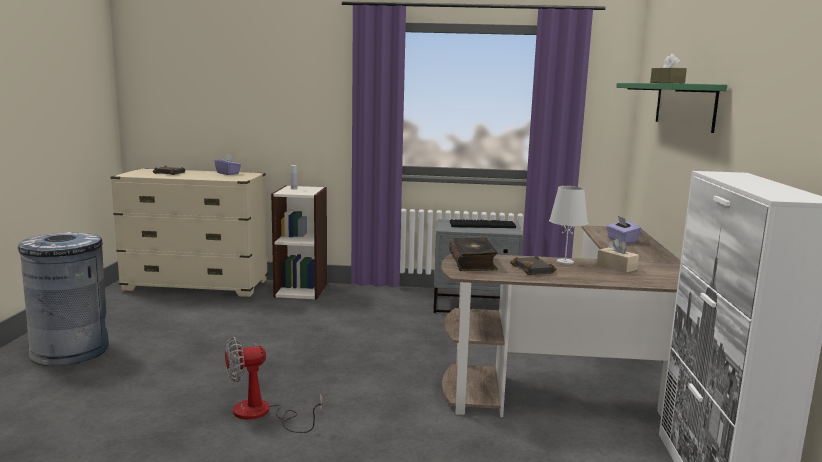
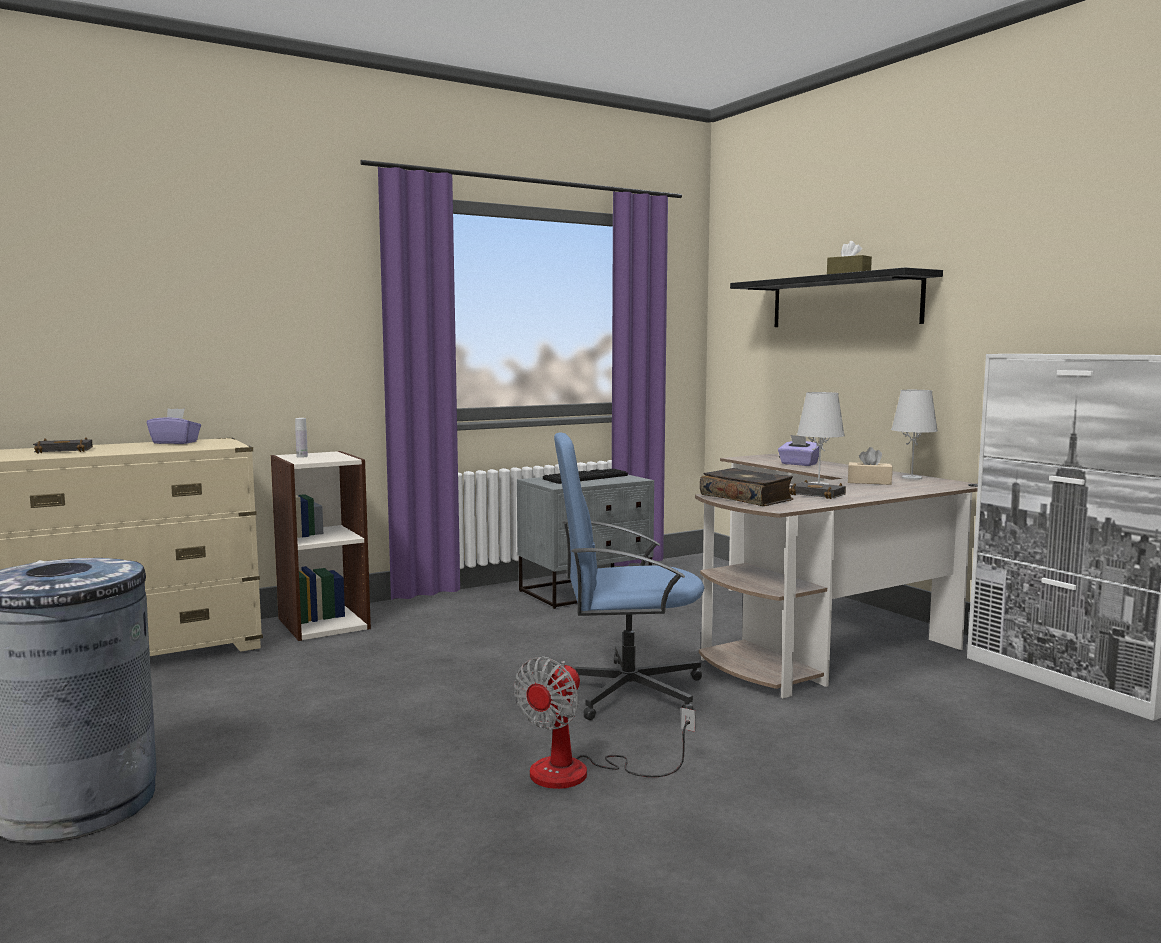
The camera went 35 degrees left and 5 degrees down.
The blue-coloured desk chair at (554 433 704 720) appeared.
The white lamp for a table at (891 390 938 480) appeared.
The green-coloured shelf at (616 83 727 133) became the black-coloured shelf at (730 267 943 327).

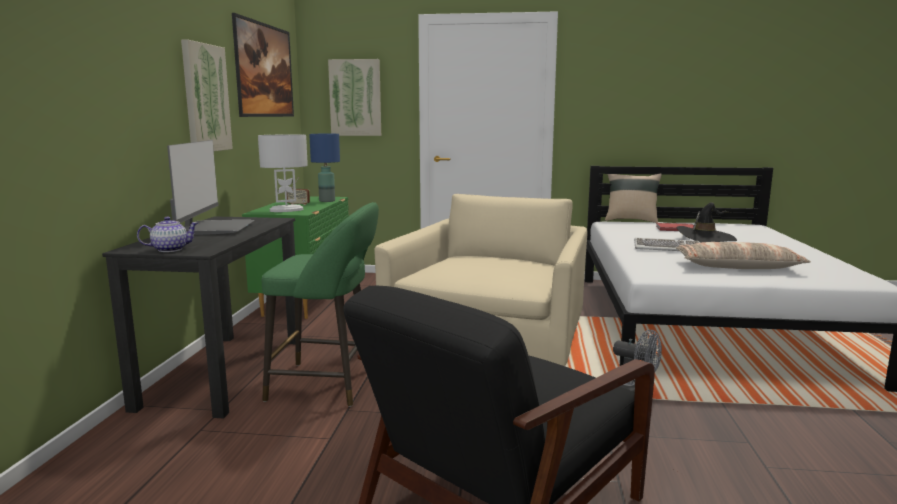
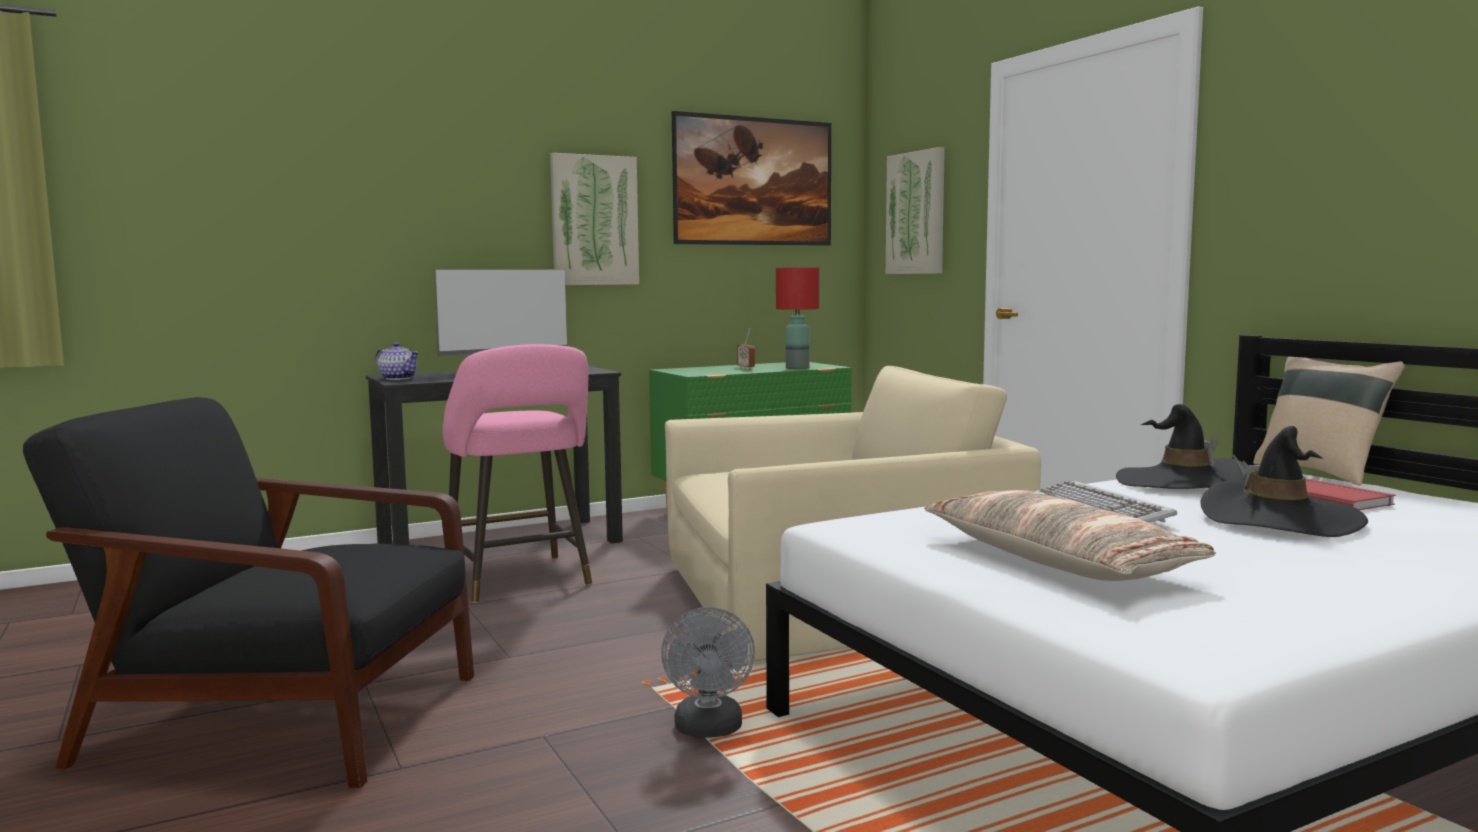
The camera went 55 degrees right and 5 degrees down.
The white lamp for a table at (258 134 307 212) disappeared.
The black-coloured hat at (1116 404 1249 489) appeared.
The green-coloured stool seat at (262 202 379 407) became the pinkish stool seat at (443 344 592 603).
The blue-coloured lamp for a table at (309 134 340 202) became the red-coloured lamp for a table at (776 267 819 369).

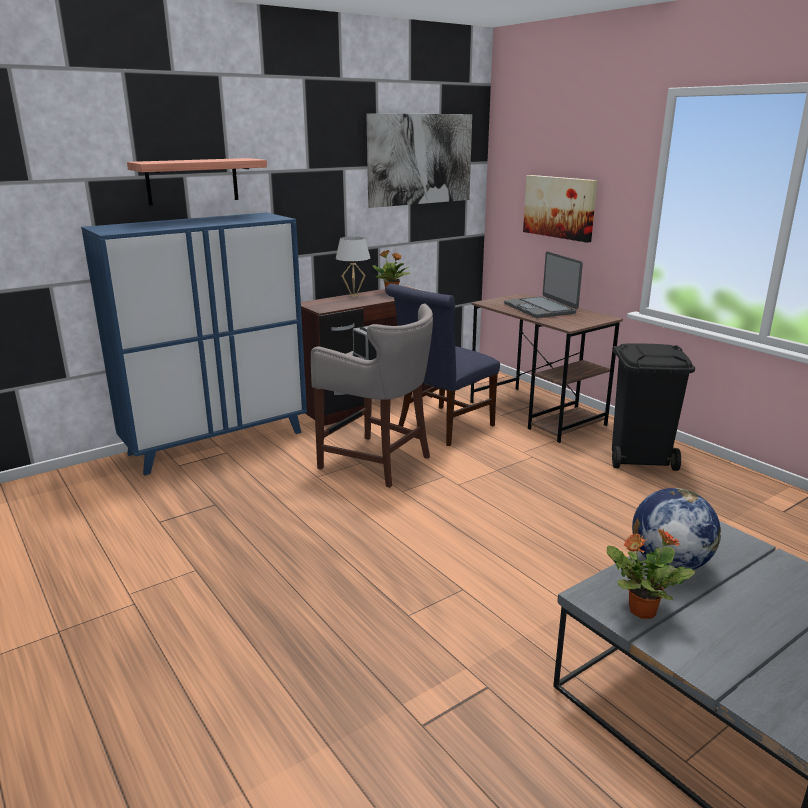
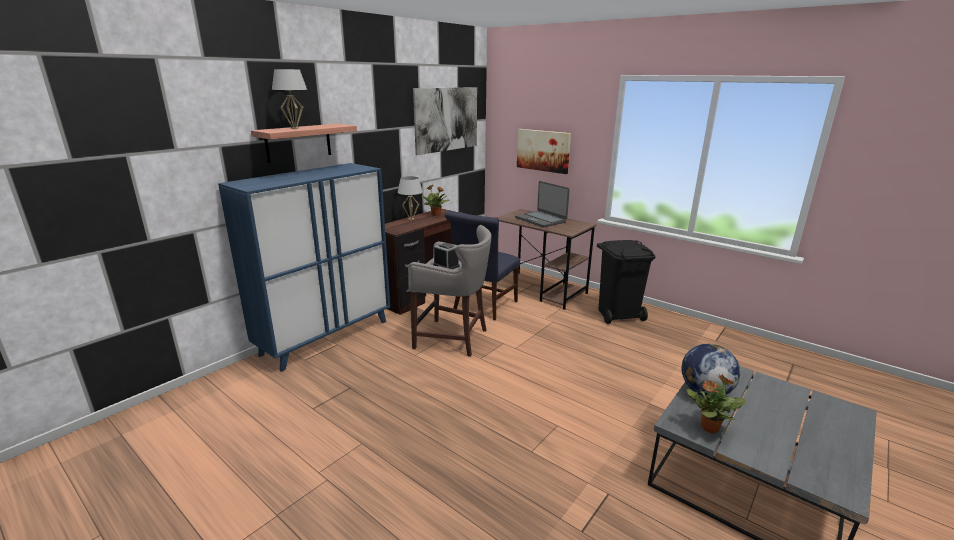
The camera went 15 degrees left and 0 degrees up.
The white lamp for a table at (272 69 307 129) appeared.

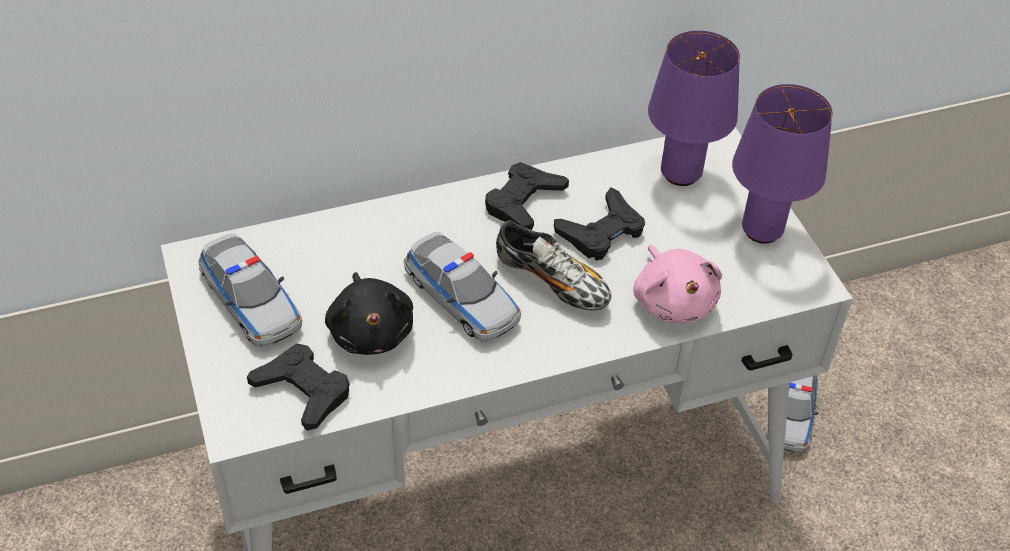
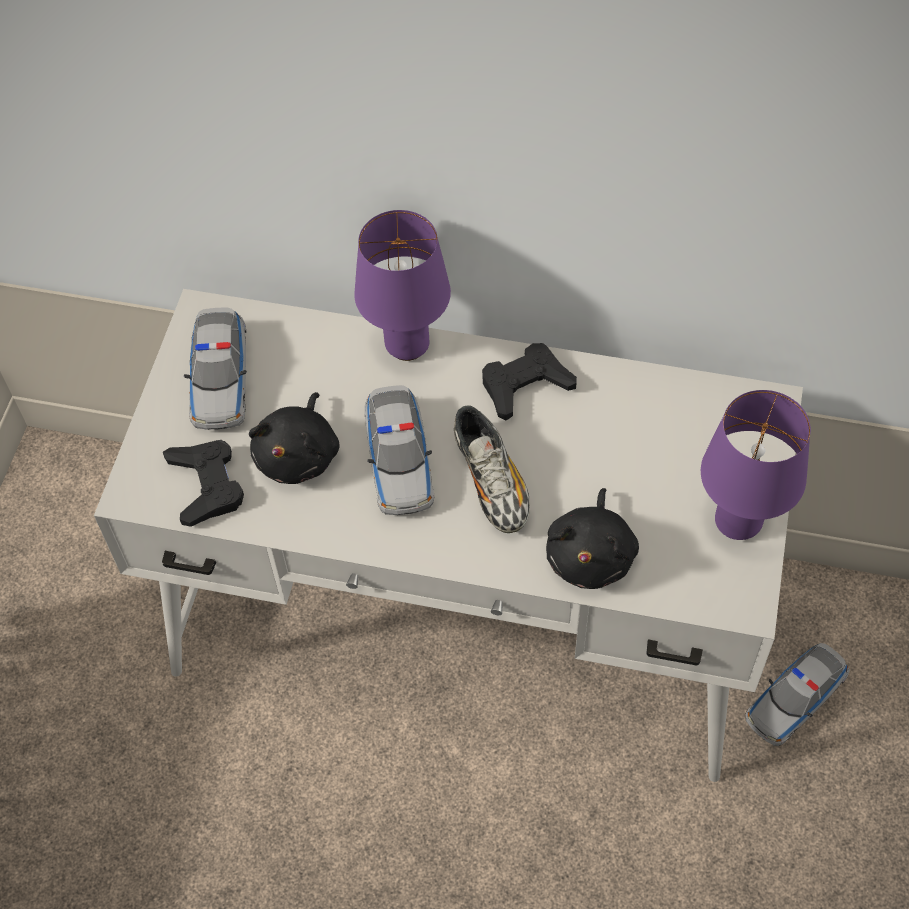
The camera went 35 degrees right and 10 degrees up.
The black-coloured gamepad at (554 187 645 260) disappeared.
The purplish lamp for a table moved from (648 31 740 186) to (354 210 451 361).
The pinkish plush toy at (633 245 722 323) became the black-coloured plush toy at (546 488 639 589).

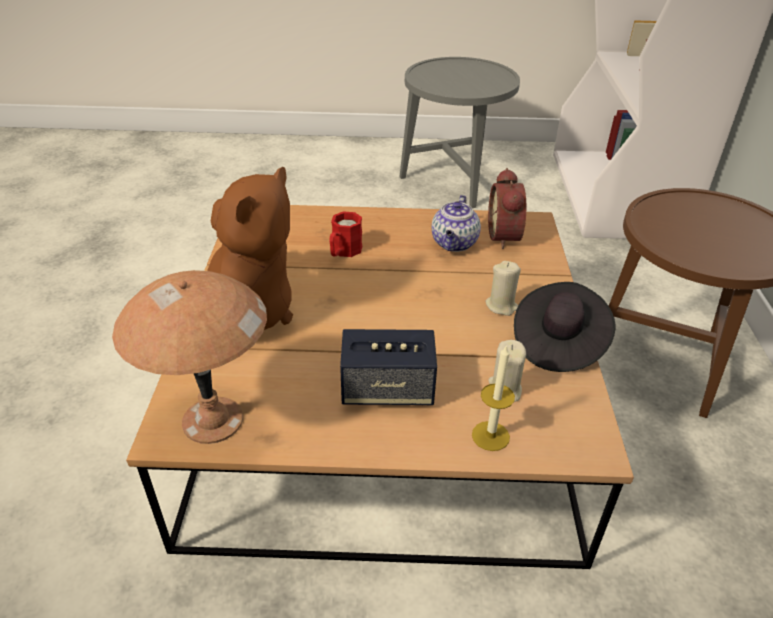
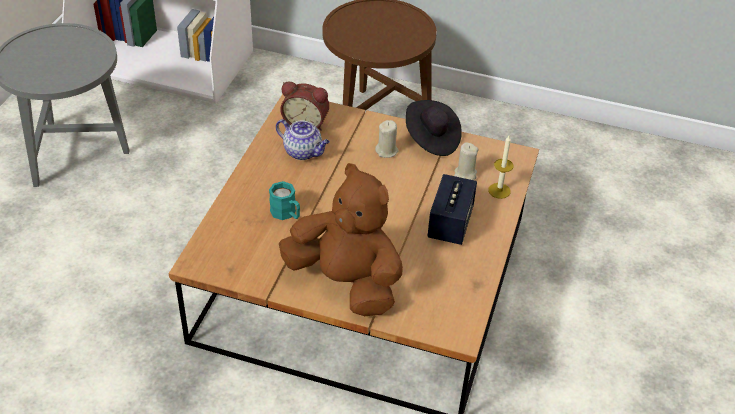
The camera went 75 degrees left and 5 degrees up.
The brown lamp for a table at (112 270 267 444) disappeared.
The red-coloured tea mug at (329 211 362 257) became the blue-green tea mug at (269 181 300 220).

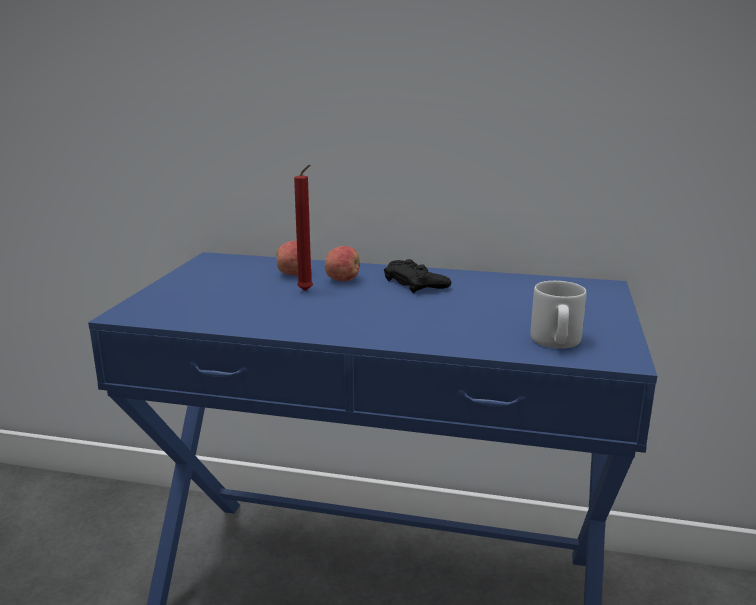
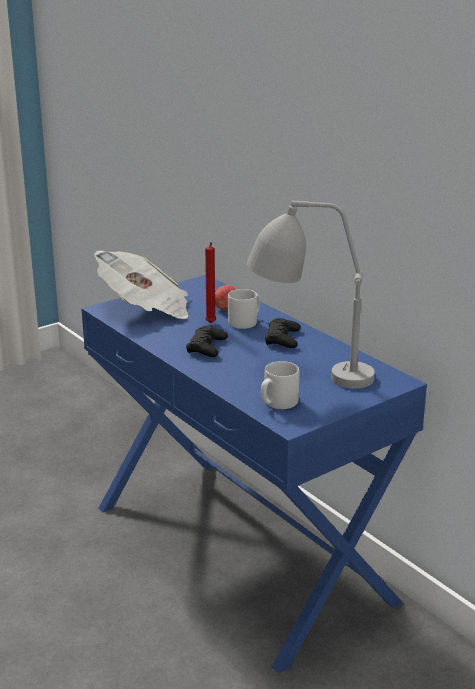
The camera went 40 degrees right and 5 degrees up.
The newspaper at (94 250 188 319) appeared.
The black-coloured gamepad at (186 326 228 357) appeared.
The grey lamp for a table at (247 200 375 388) appeared.
The apple at (325 246 360 281) was replaced by the grey tea mug at (228 289 260 329).

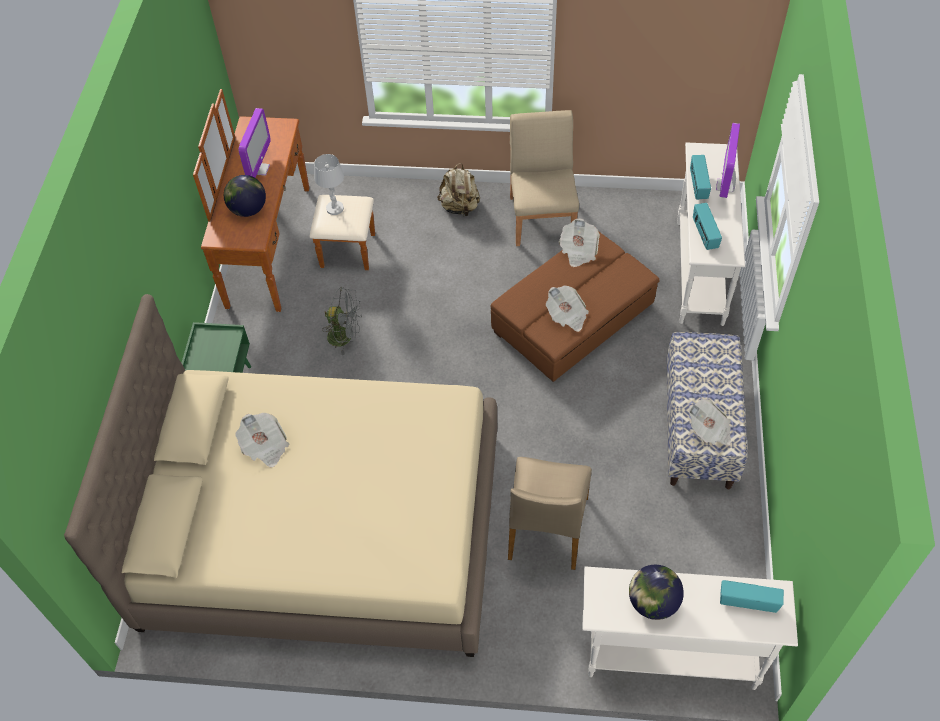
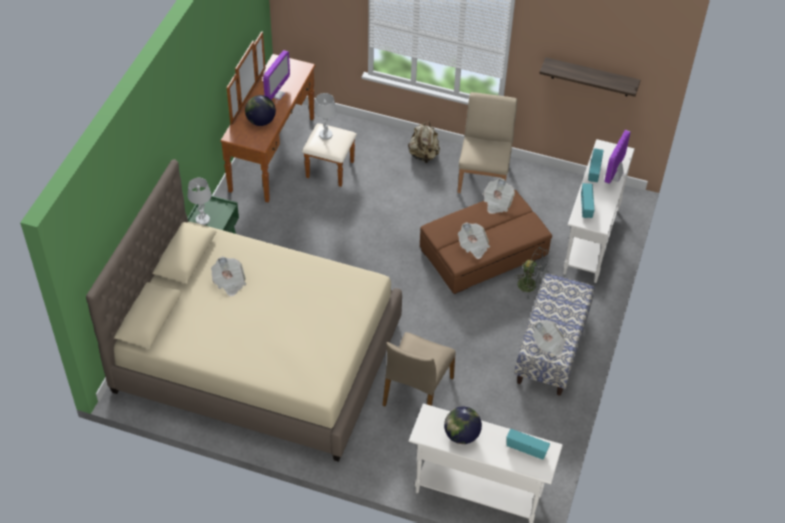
The camera went 10 degrees right and 5 degrees down.
The white lamp for a table at (188 178 211 225) appeared.
The shelf at (540 57 640 97) appeared.
The grey cooling fan moved from (322 287 362 355) to (514 247 550 299).

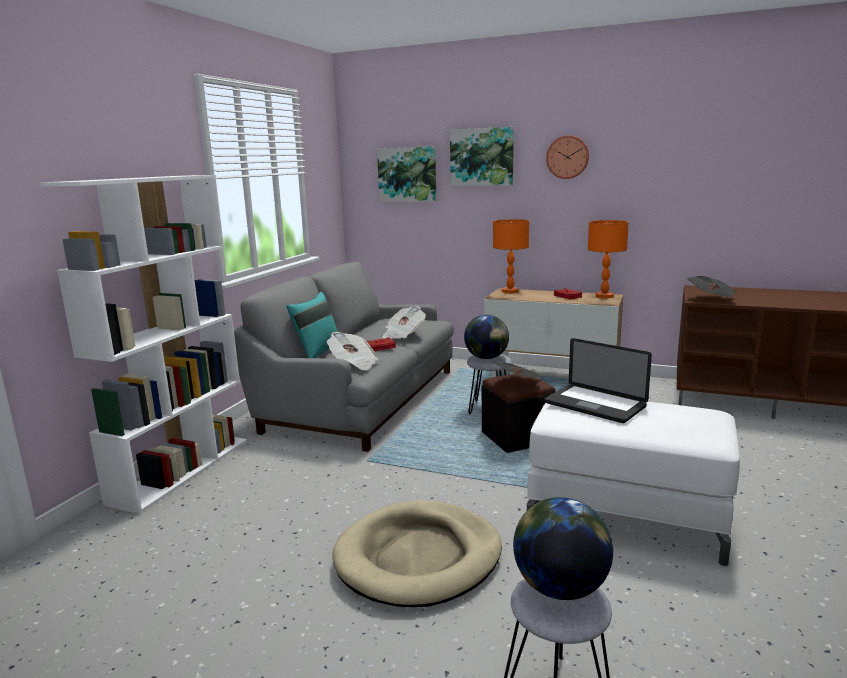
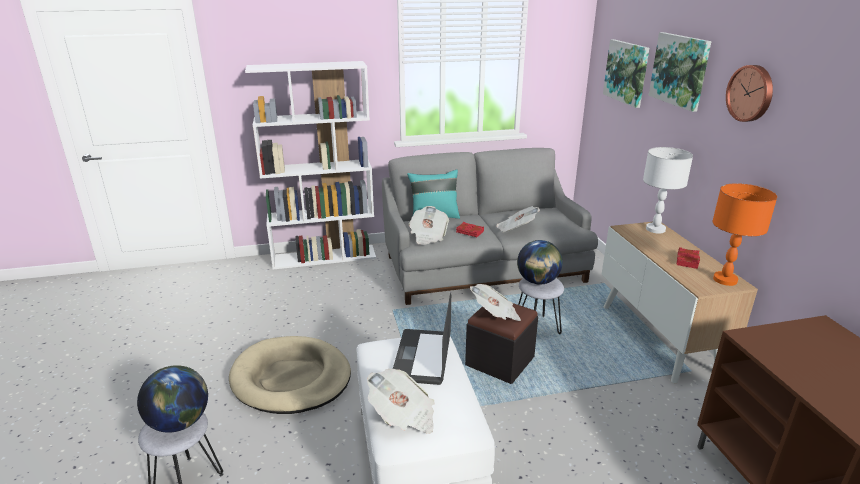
The camera went 55 degrees right and 10 degrees up.
The newspaper moved from (687 276 736 297) to (367 369 435 434).
The orange lamp for a table at (493 219 529 293) became the white lamp for a table at (643 147 693 234).

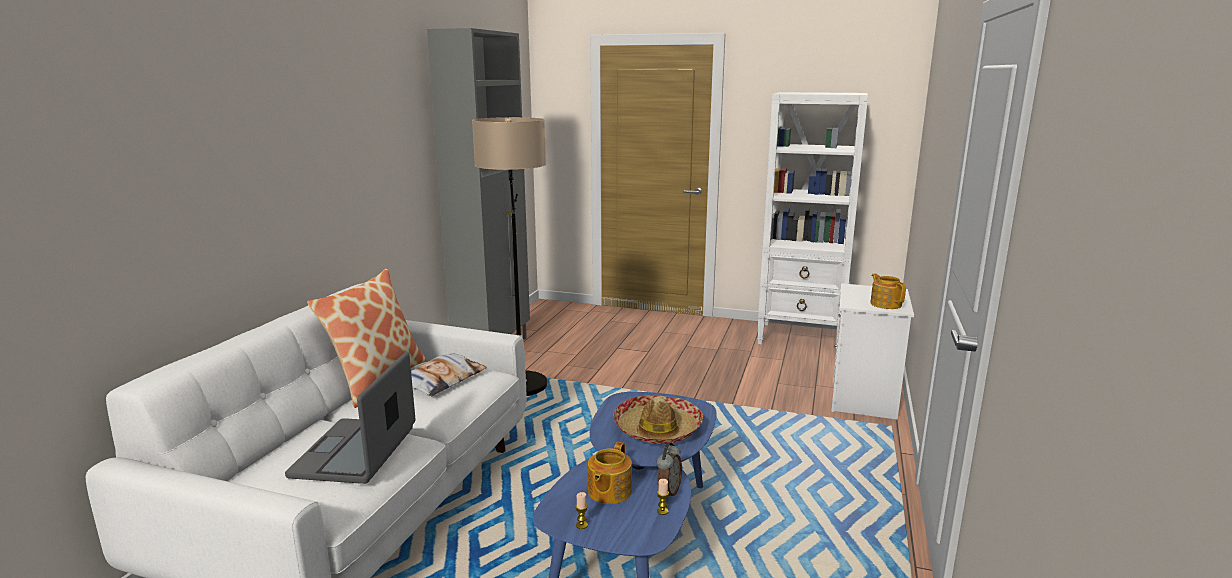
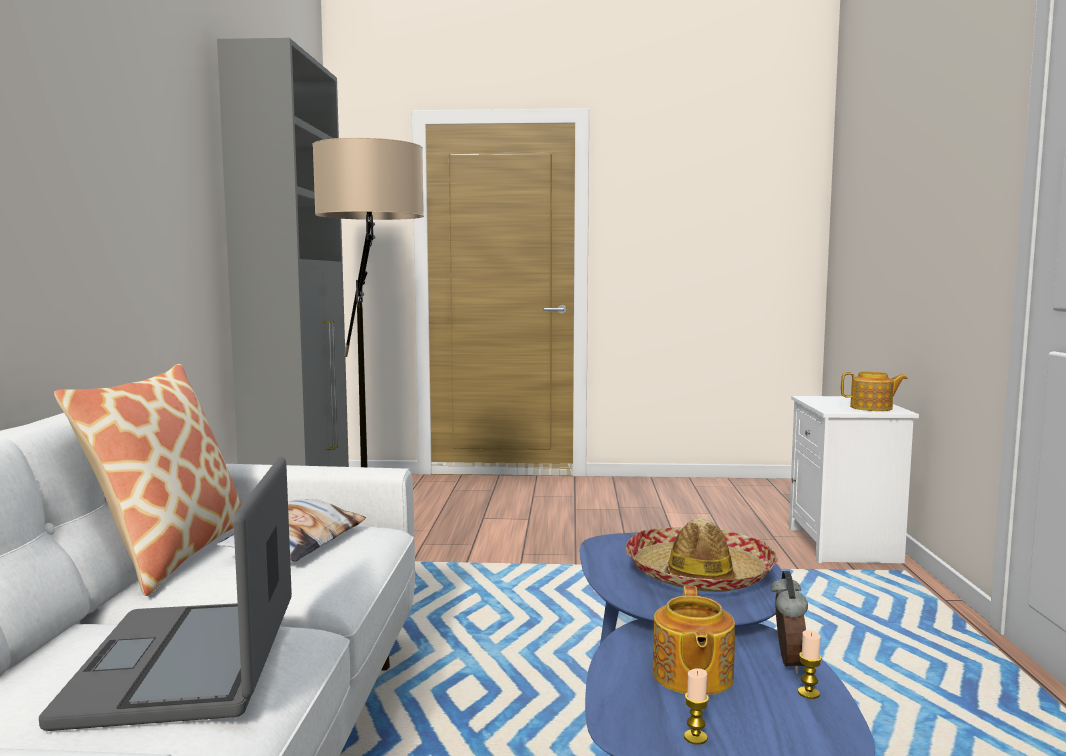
The camera went 15 degrees left and 10 degrees down.
The white shelving unit at (757 92 868 348) disappeared.
The teapot at (870 273 906 309) turned 135 degrees clockwise.

